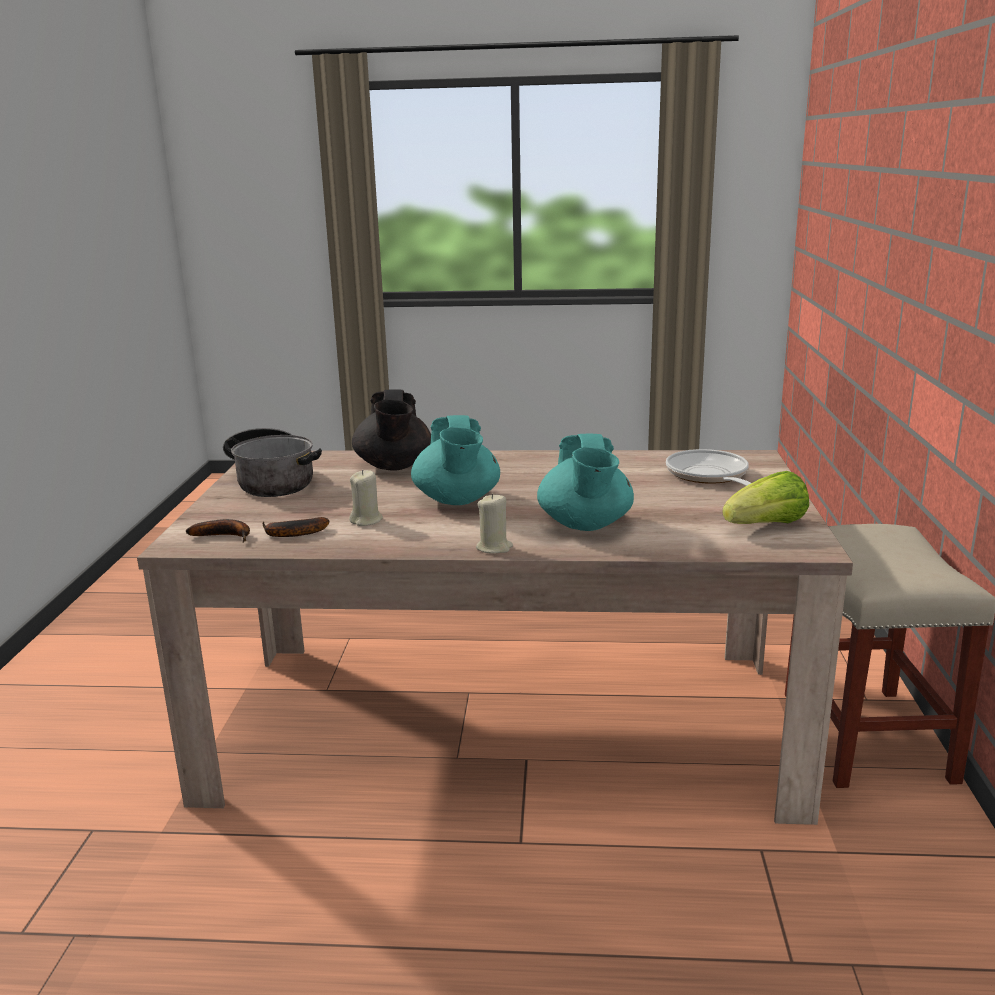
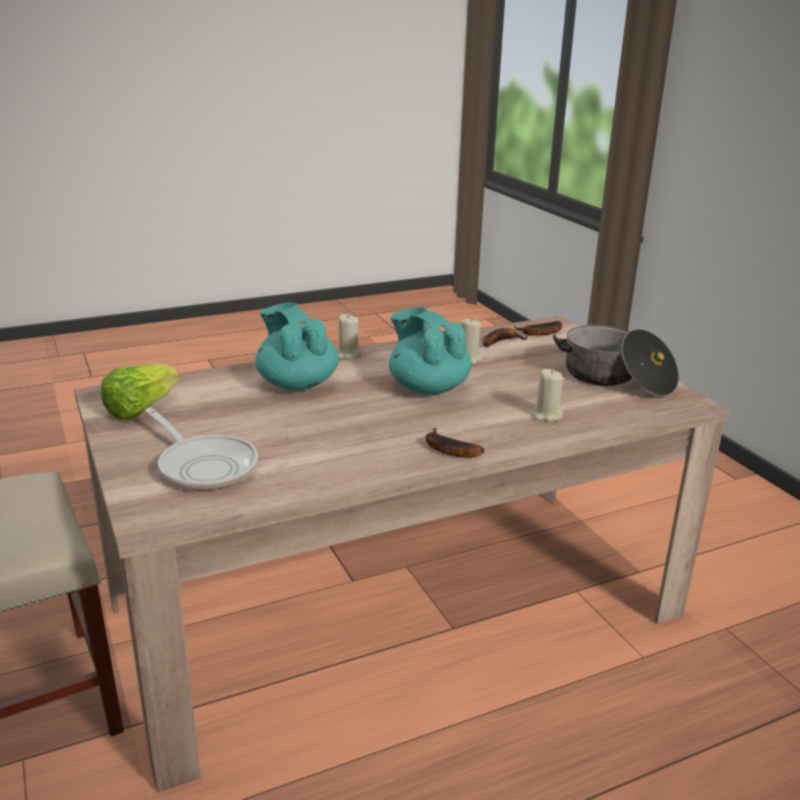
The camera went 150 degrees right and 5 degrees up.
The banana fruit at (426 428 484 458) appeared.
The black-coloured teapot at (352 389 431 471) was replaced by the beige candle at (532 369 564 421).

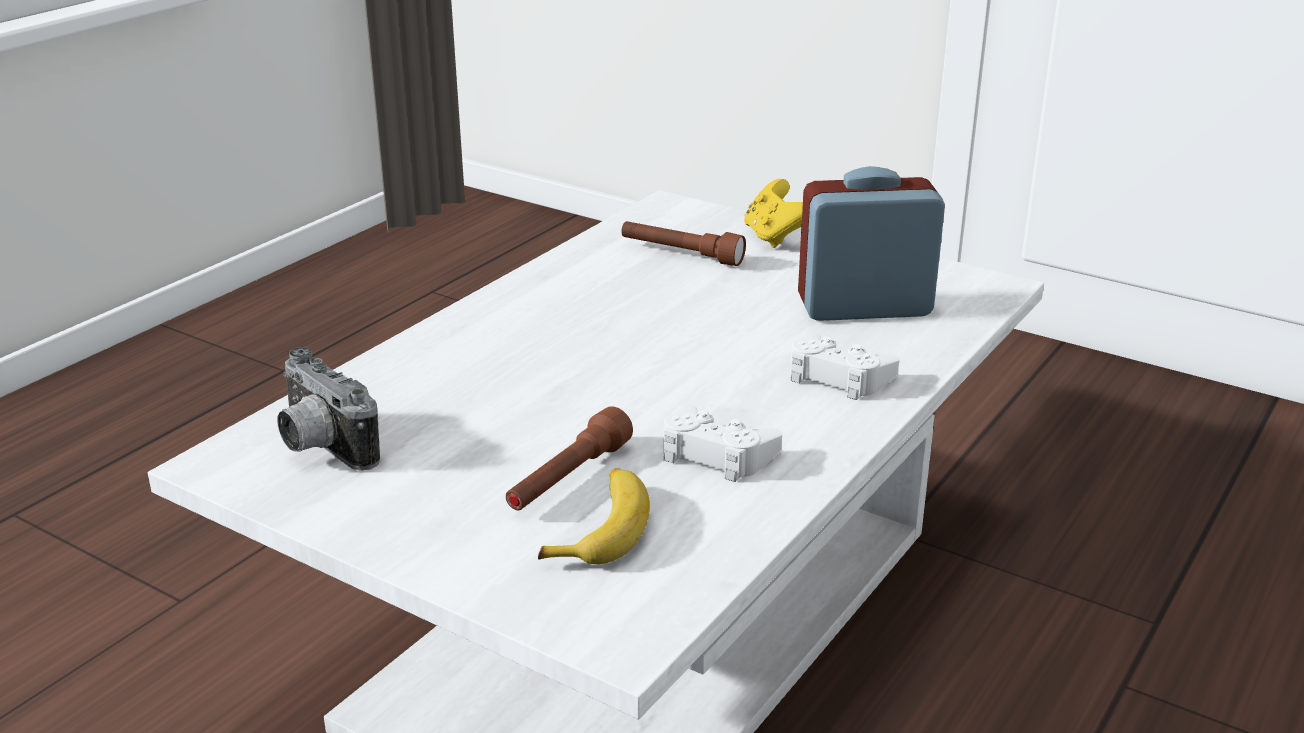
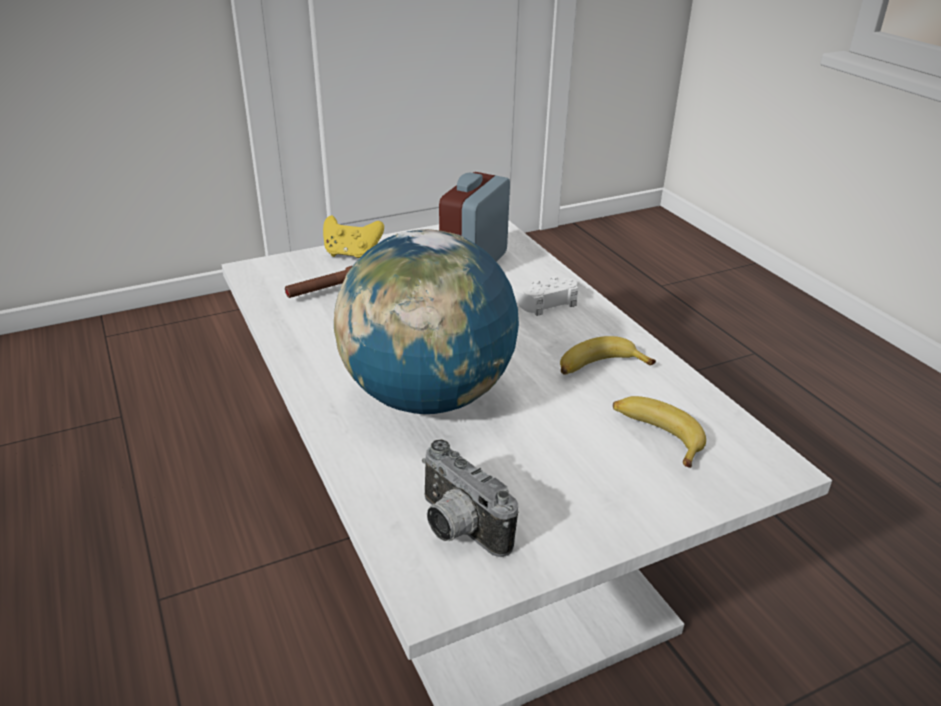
The camera went 60 degrees left and 5 degrees up.
The brown hand torch at (506 406 633 510) disappeared.
The desk globe at (334 229 519 414) appeared.
The white gamepad at (663 404 782 482) was replaced by the banana fruit at (560 336 656 375).
The photo camera at (277 347 380 471) turned 60 degrees clockwise.

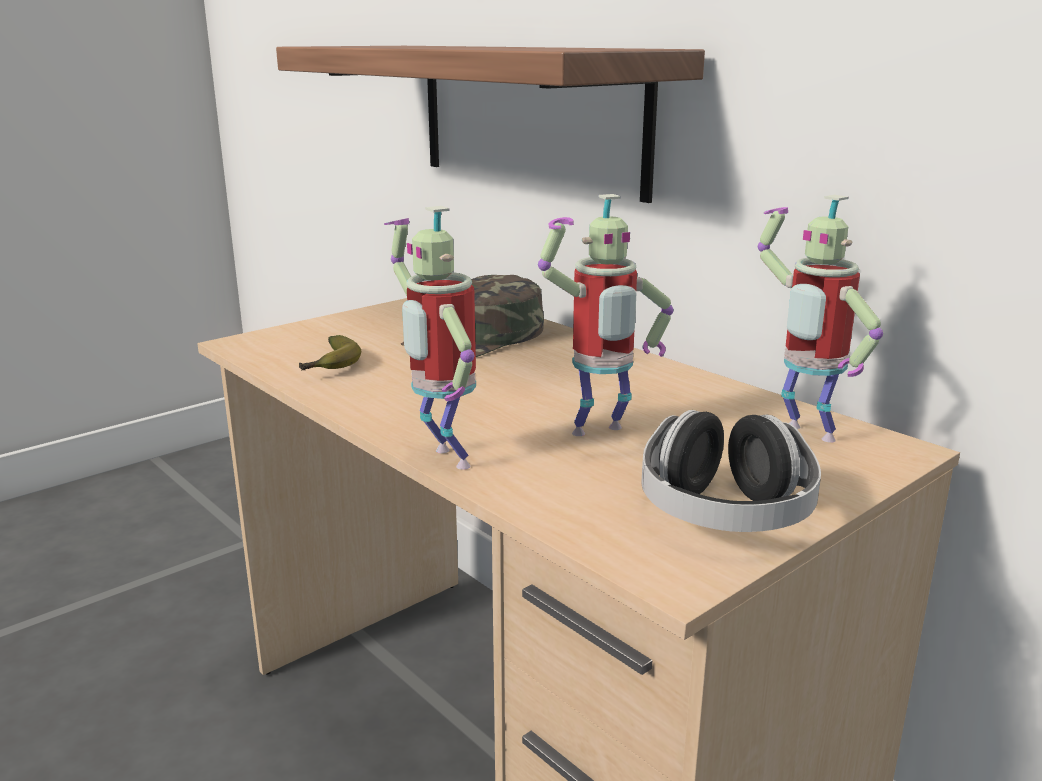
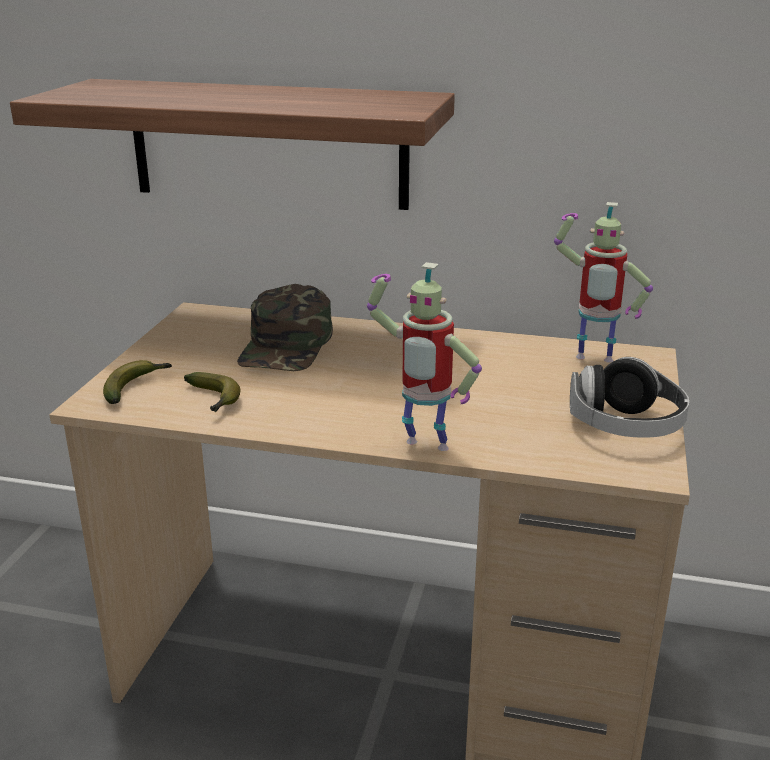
The camera went 35 degrees left and 5 degrees up.
The robot figure at (538 194 673 436) disappeared.
The banana fruit at (103 360 172 404) appeared.

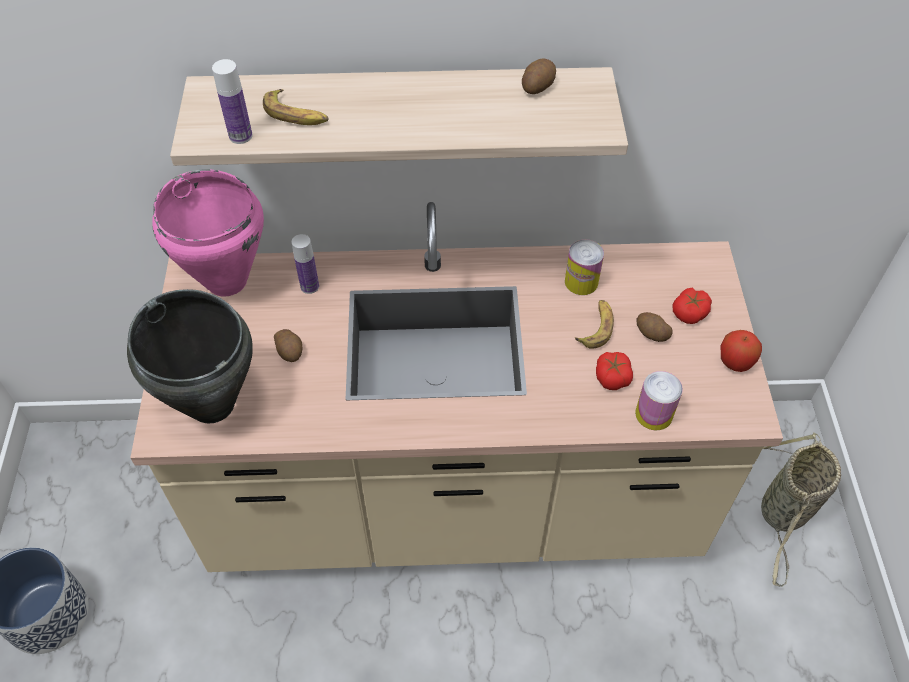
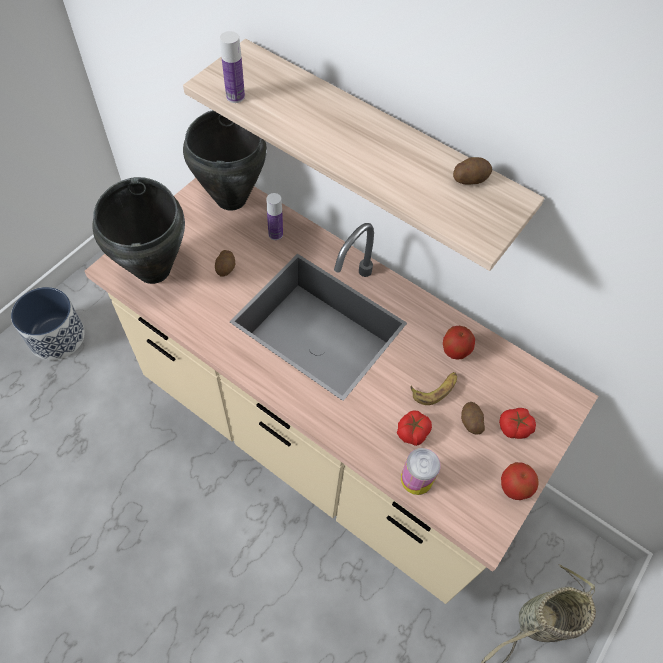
The camera went 35 degrees right and 5 degrees up.
The banana fruit at (263 89 329 125) disappeared.
The sealed can at (565 239 604 295) was replaced by the apple at (443 326 475 360).
The pinkish saucepot at (152 169 264 296) became the black-coloured saucepot at (183 110 267 210).

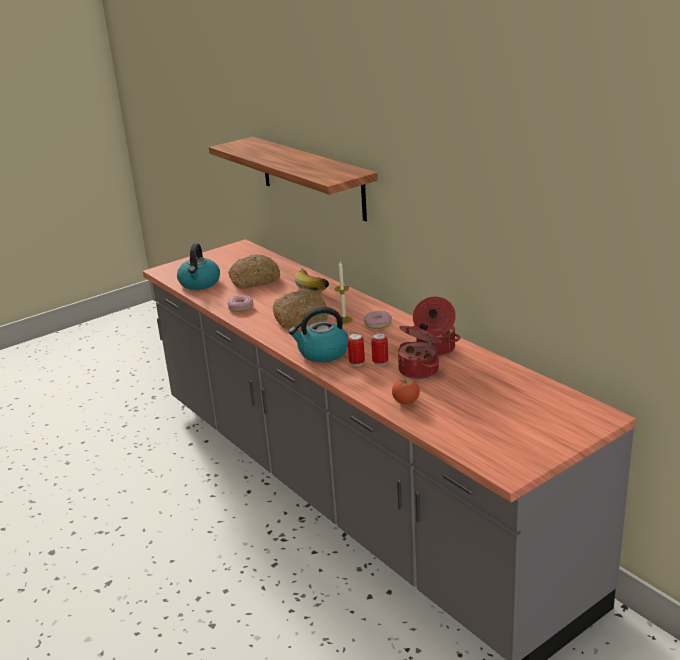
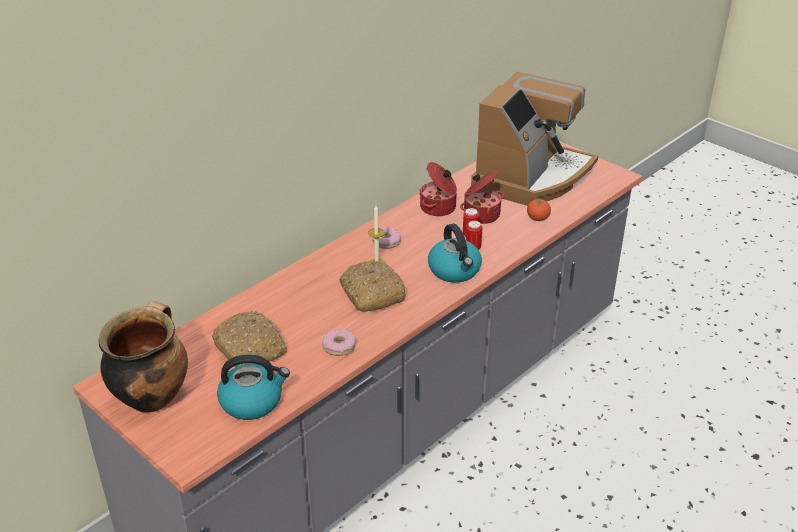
The camera went 100 degrees left and 10 degrees up.
The shelf at (209 137 378 221) disappeared.
The banana fruit at (295 268 329 292) disappeared.
The saucepot at (99 301 188 413) appeared.
The coffee brewer at (471 72 598 206) appeared.

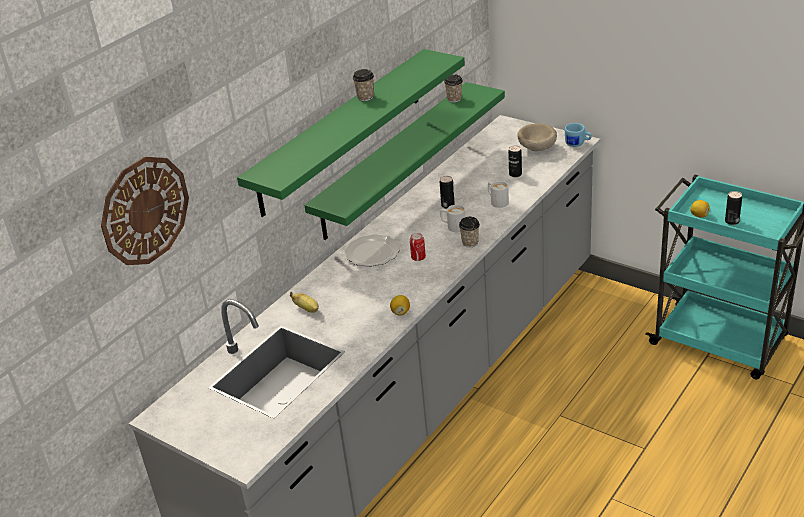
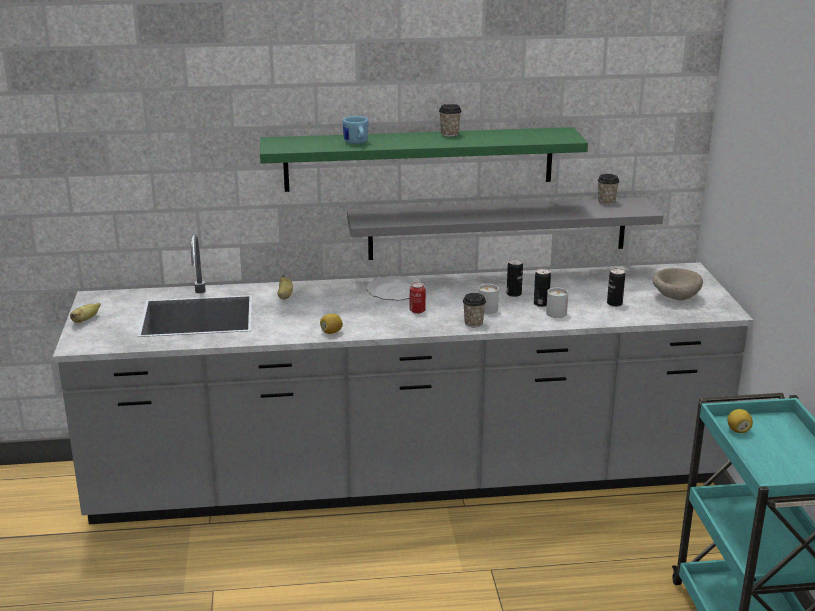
The camera went 45 degrees right and 10 degrees down.
The wall clock at (101 157 189 265) disappeared.
The banana fruit at (70 303 101 323) appeared.
The blue-coloured tea mug moved from (565 123 592 147) to (343 116 368 144).
The sealed can moved from (725 191 742 225) to (534 268 551 307).
The green-coloured shelf at (304 82 505 240) became the grey shelf at (347 197 663 260).

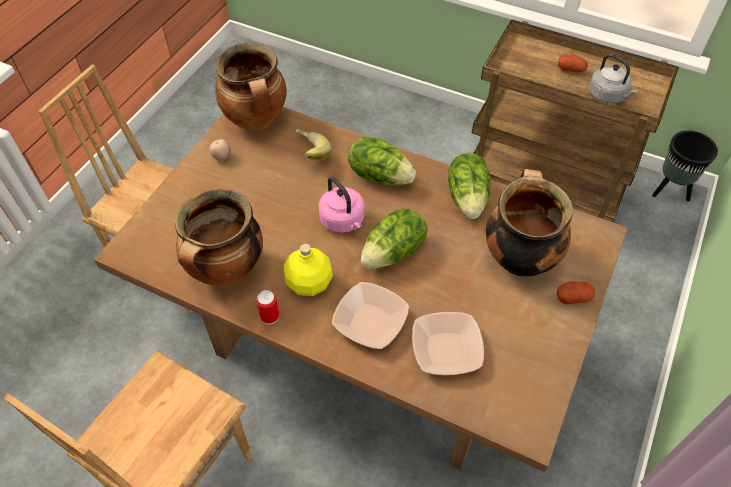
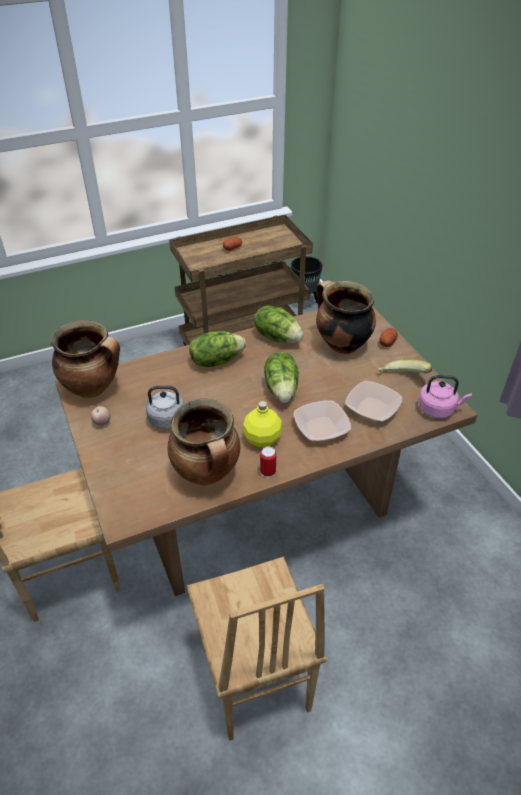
The camera went 50 degrees left and 10 degrees down.
The banana fruit moved from (296 128 331 161) to (378 360 432 373).
The pinkish kettle moved from (319 177 365 233) to (418 375 472 418).
The grey kettle moved from (589 54 639 104) to (146 385 184 429).

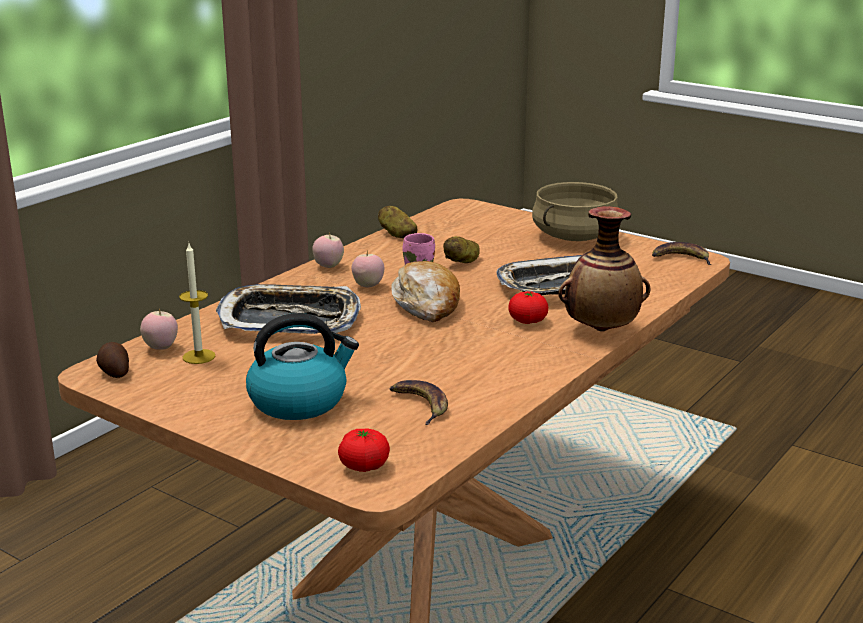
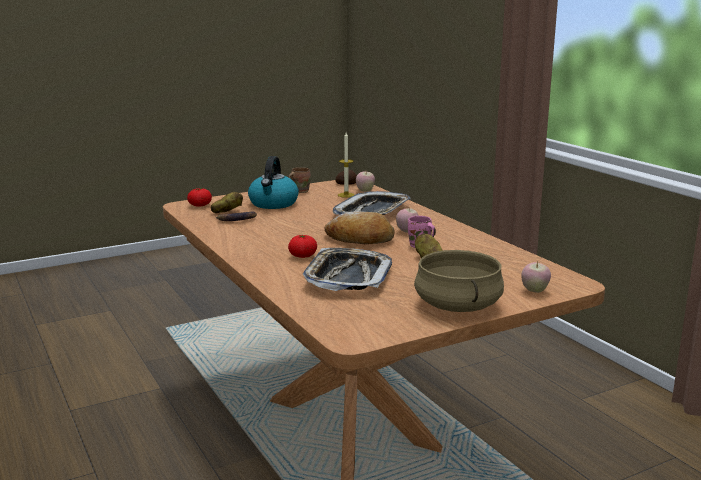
The camera went 115 degrees right and 5 degrees down.
The flower vase at (558 206 650 332) disappeared.
The banana fruit at (652 242 711 265) disappeared.
The brown tea mug at (288 167 311 193) appeared.
The apple moved from (312 232 344 268) to (521 261 551 293).
The potato moved from (378 206 418 238) to (211 192 243 213).

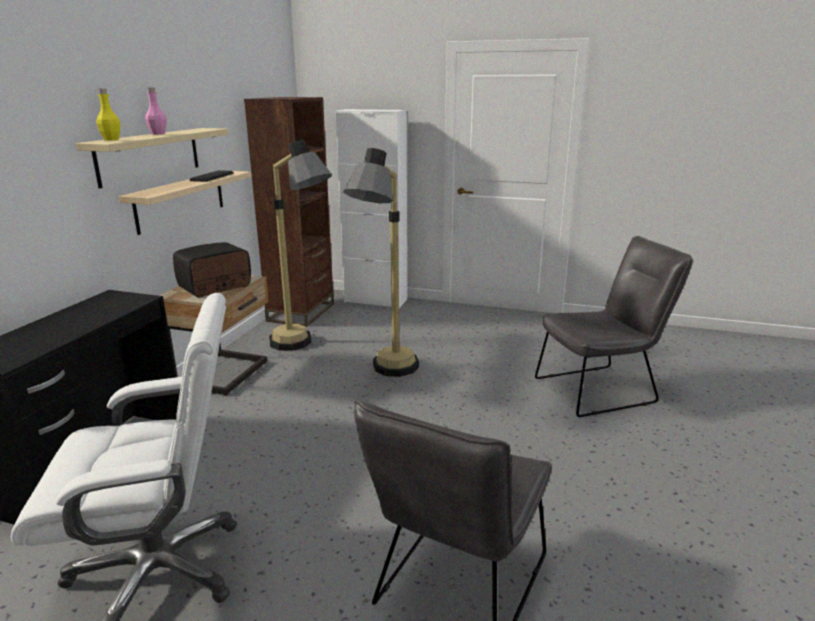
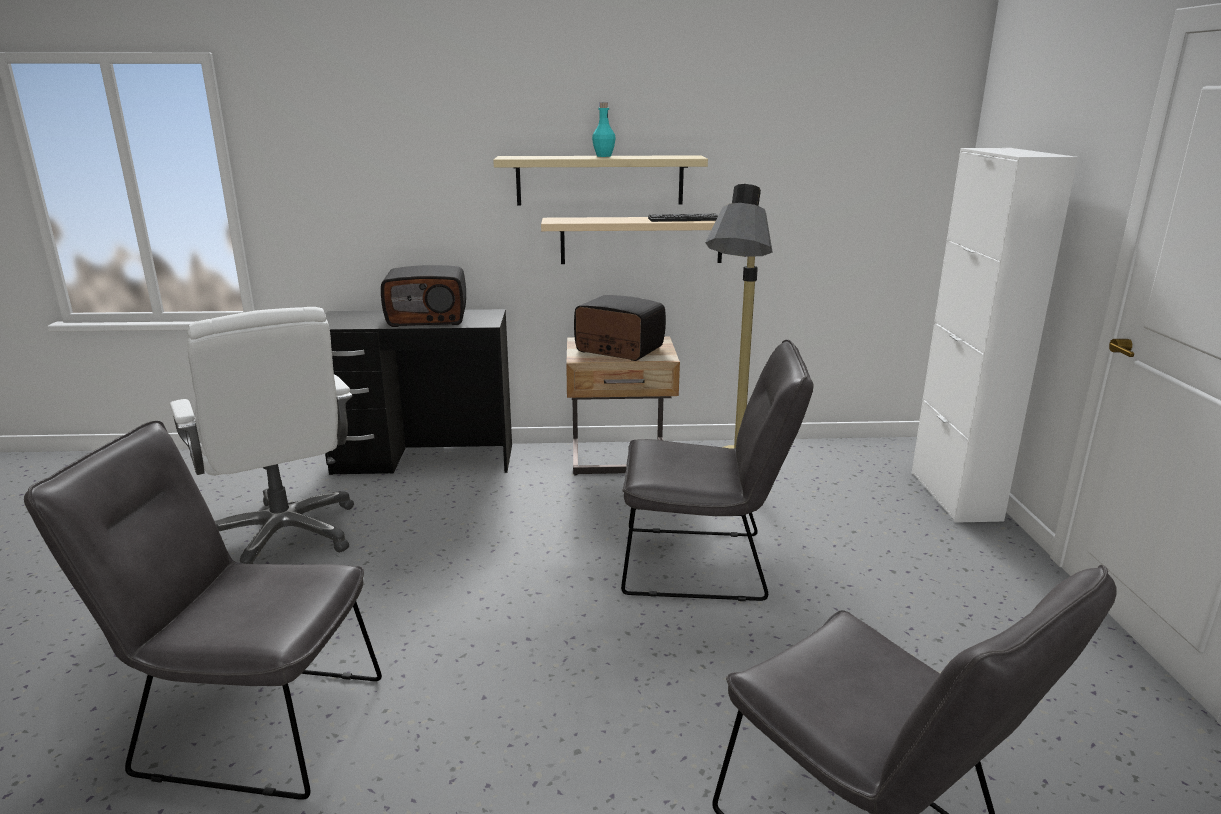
The camera went 70 degrees right and 0 degrees up.
The yellow-coloured bottle at (96 89 120 141) disappeared.
The brown shelving unit at (244 97 334 327) disappeared.
The radio set at (381 265 466 327) appeared.
The standard lamp at (343 148 419 377) was replaced by the grey plain chair at (621 340 813 601).
The pinkish bottle at (145 88 167 135) became the blue-green bottle at (592 102 616 157).

